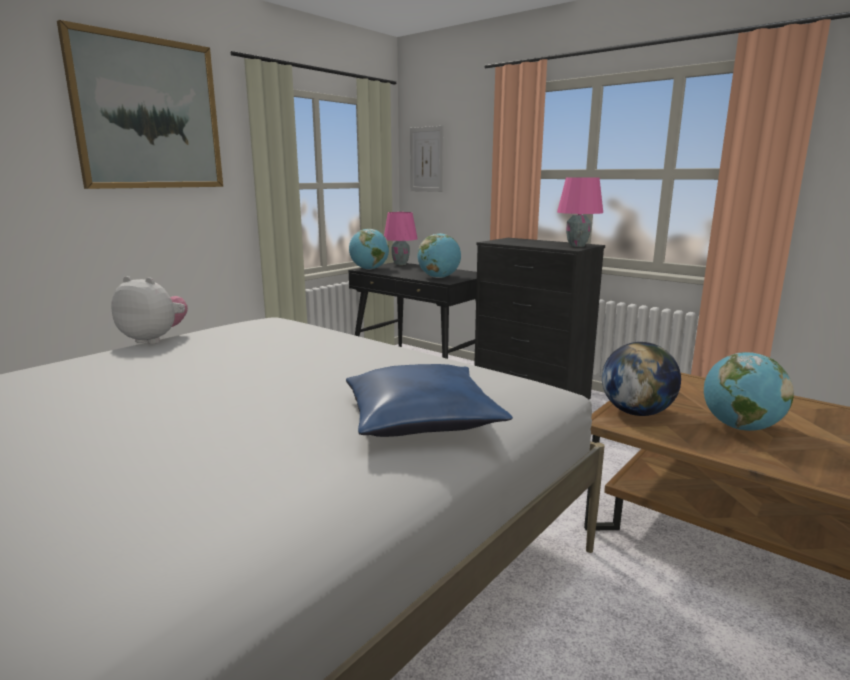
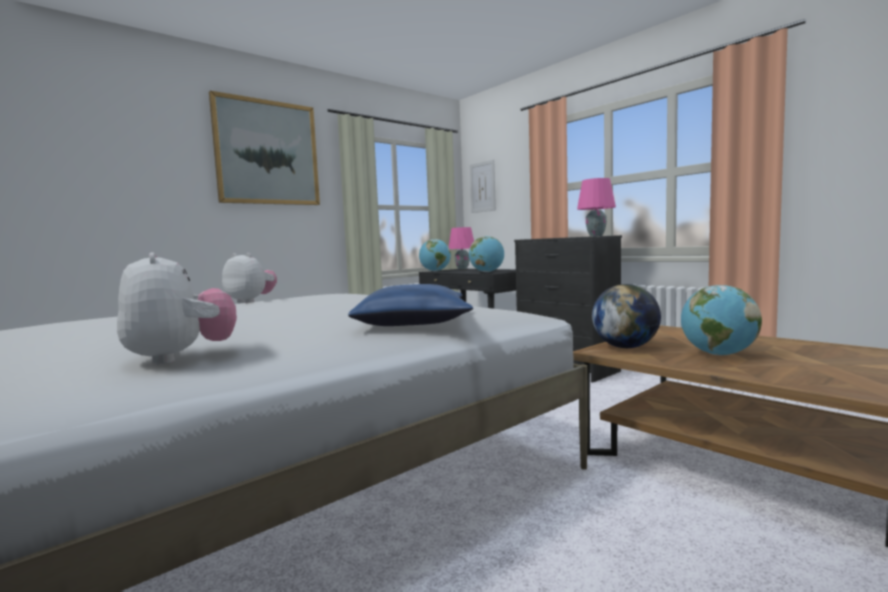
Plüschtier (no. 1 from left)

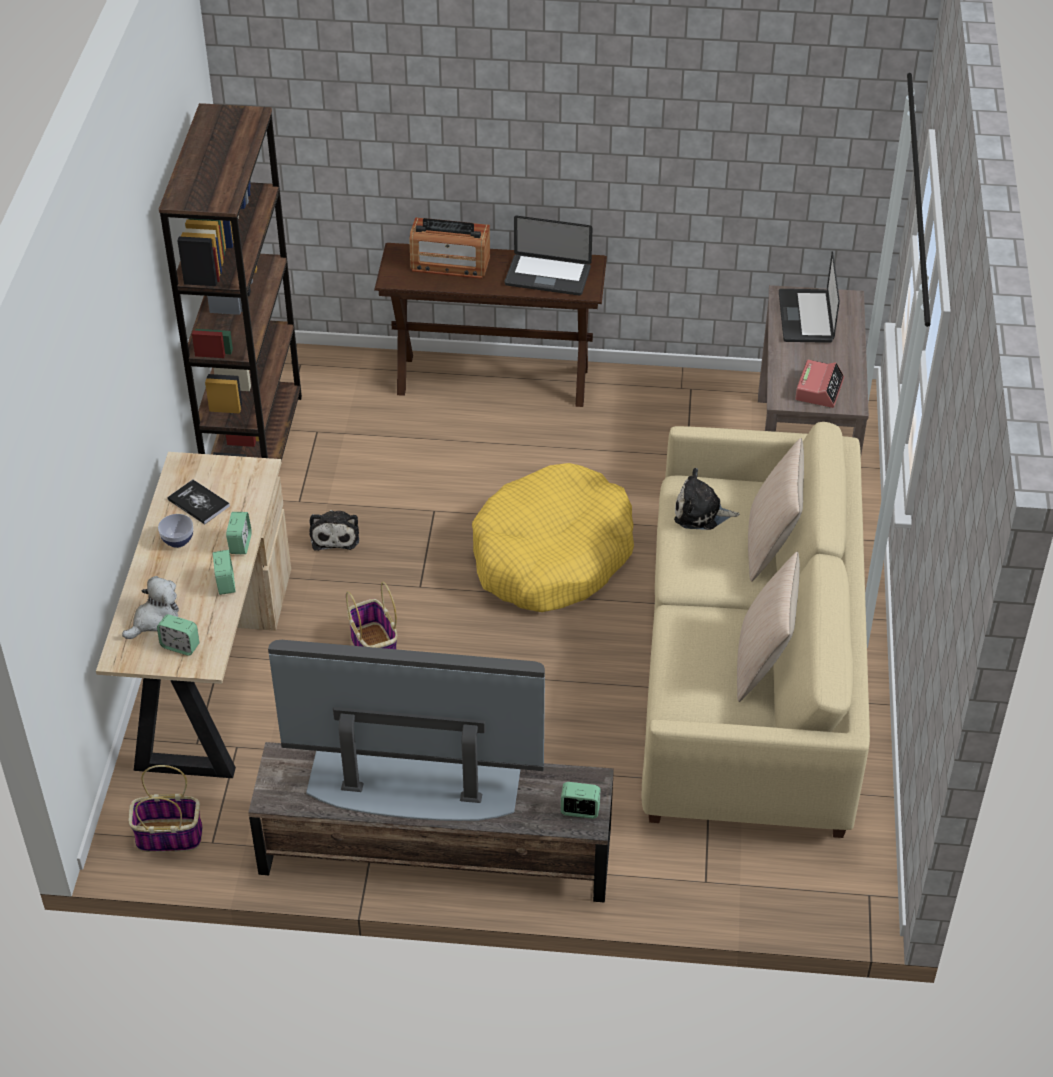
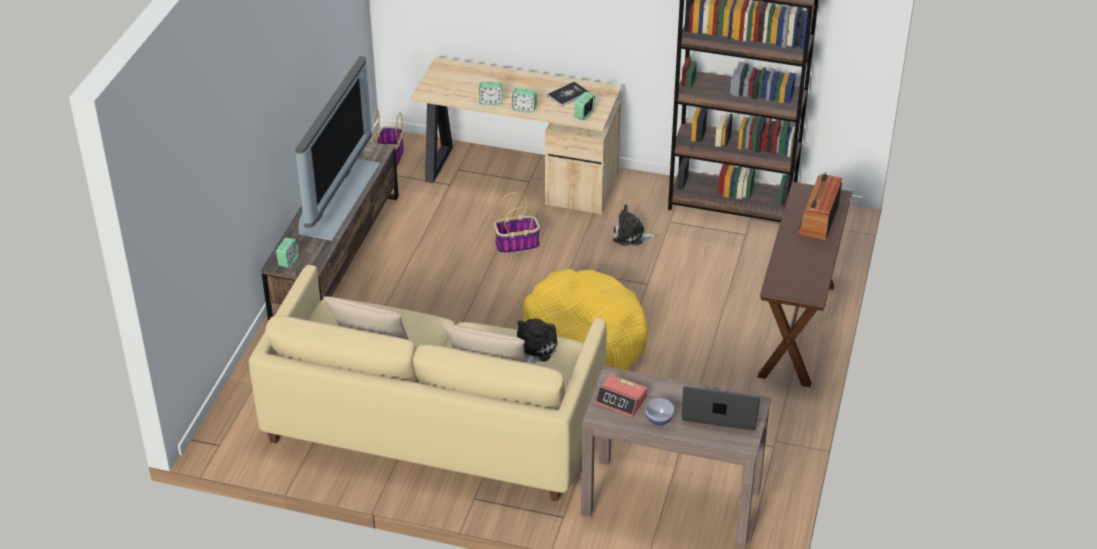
Wecker (no. 4 from left)
Schüssel
Plüschtier (no. 1 from left in the first image)
Laptop (no. 1 from left in the first image)

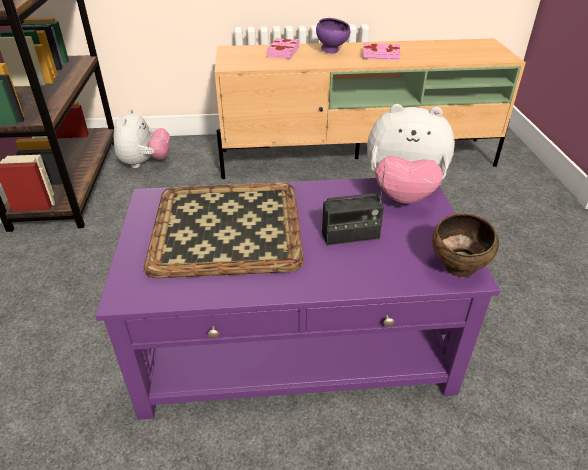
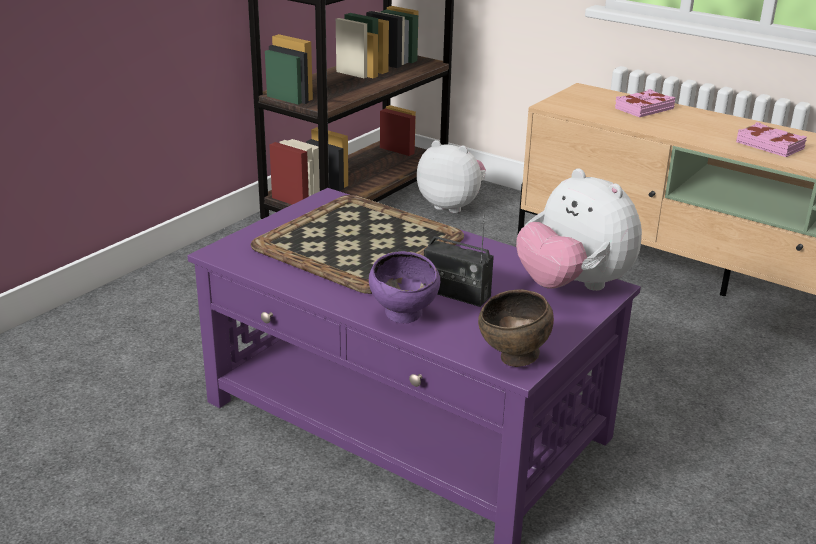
Schüssel (lila)
Plüschtier (no. 1 from left)

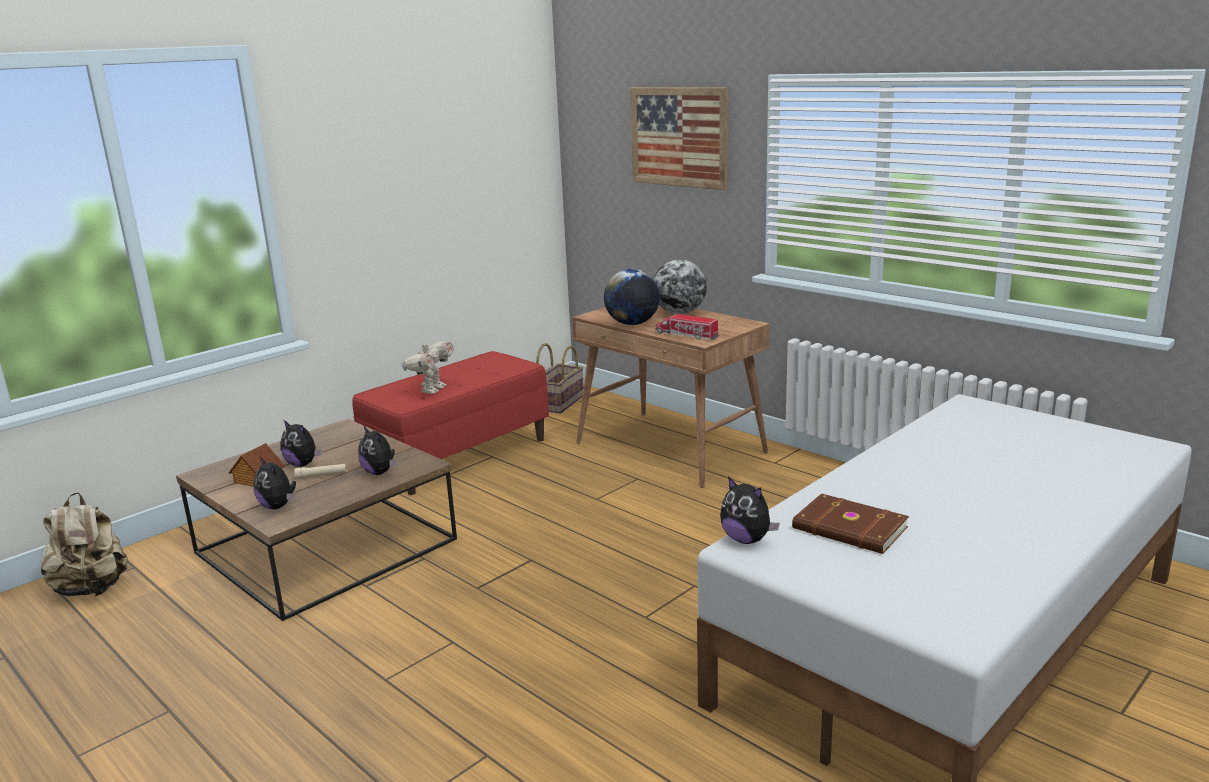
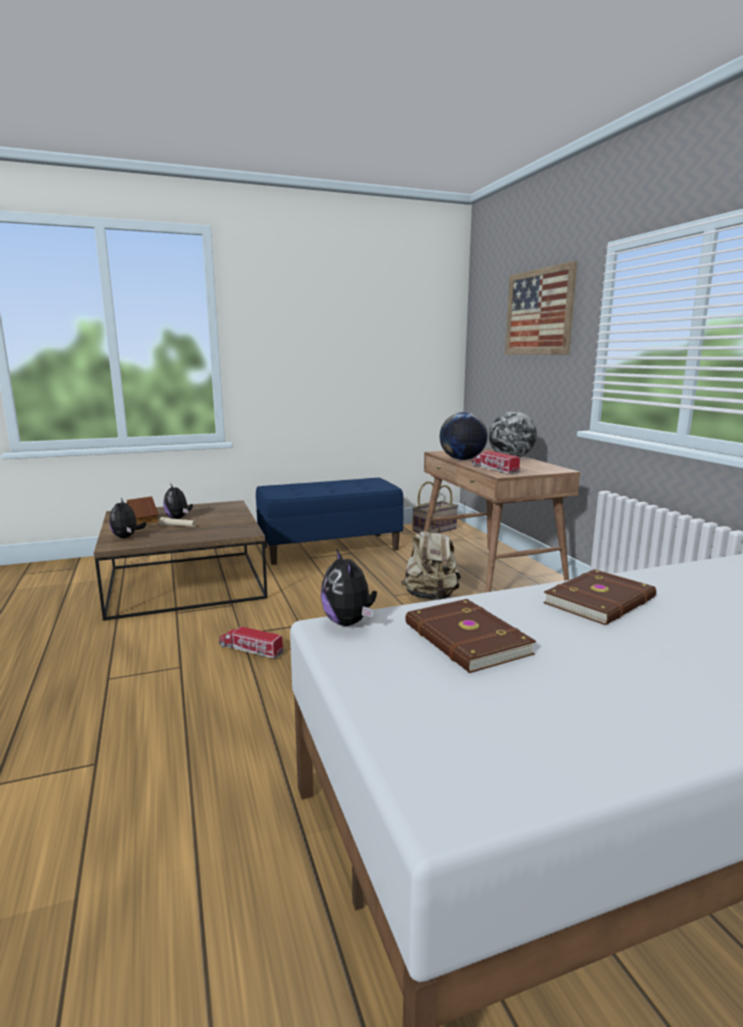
Spielzeuglaster (no. 1 from left)
Bank (blau)
Rucksack (beige)
Buch (braun) (no. 2 from left)
Plüschtier (no. 3 from left in the first image)
Spielzeugroboter

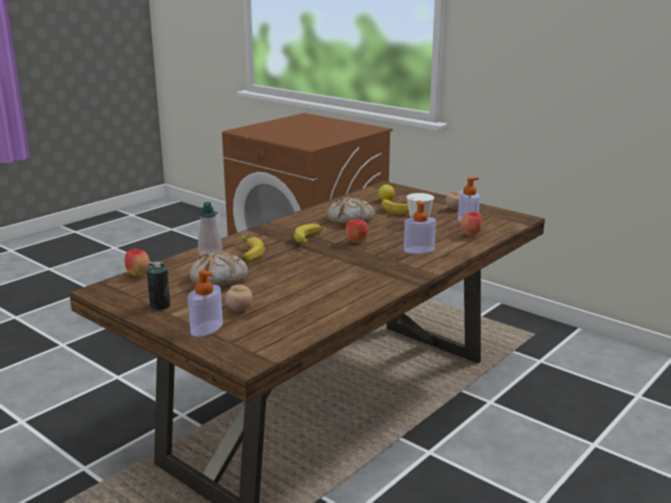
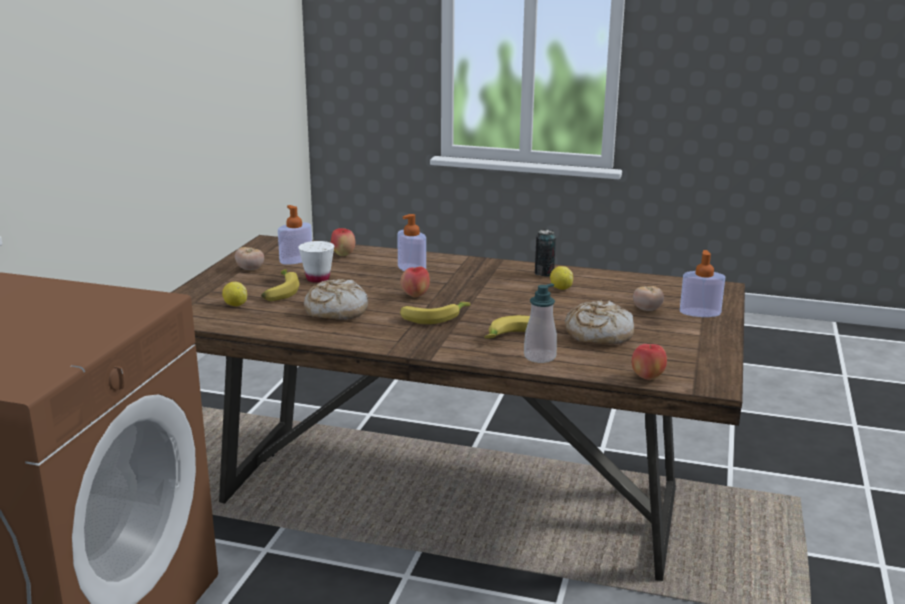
Dose
Zitrone (no. 2 from left)

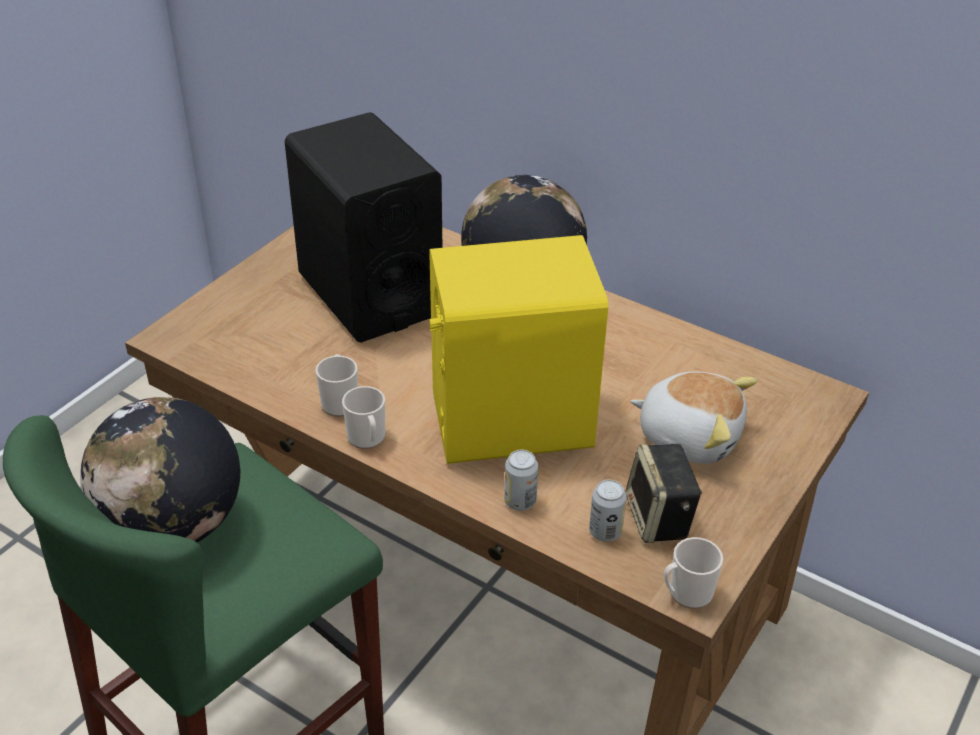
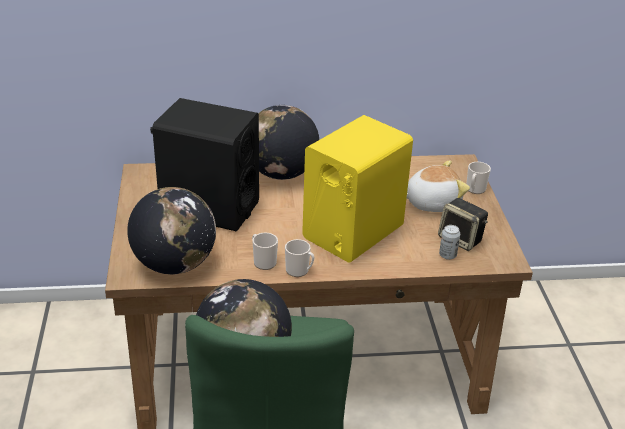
Globus (no. 1 from left)
Henkelbecher (no. 3 from left)
Dose (no. 1 from left in the first image)

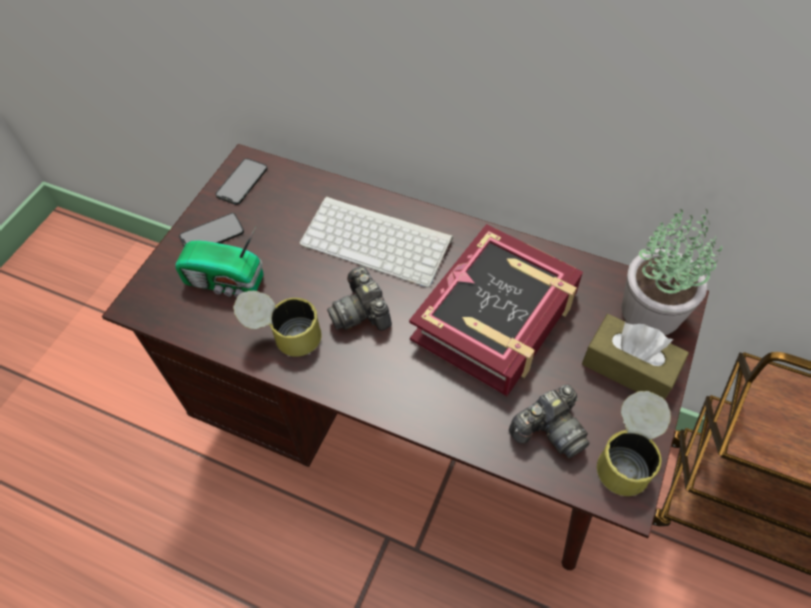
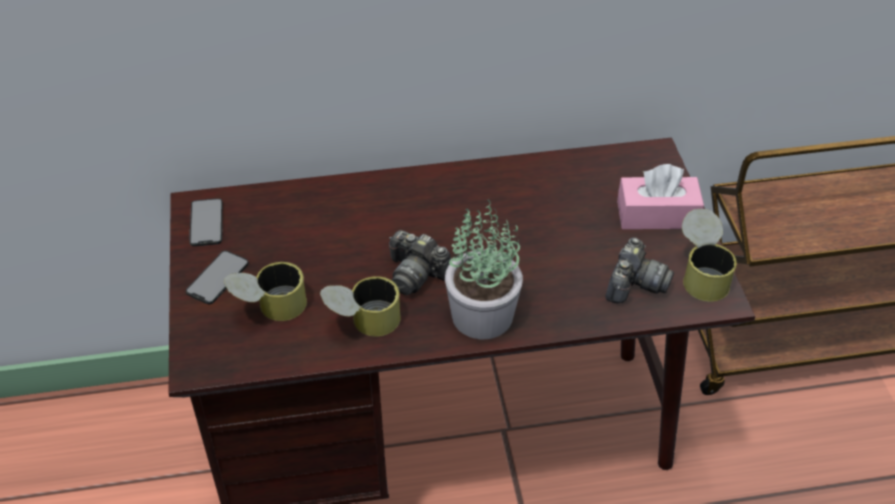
Dose (no. 1 from left)
Topfpflanze
Taschentuchbox (rosa)
Tastatur
Buch

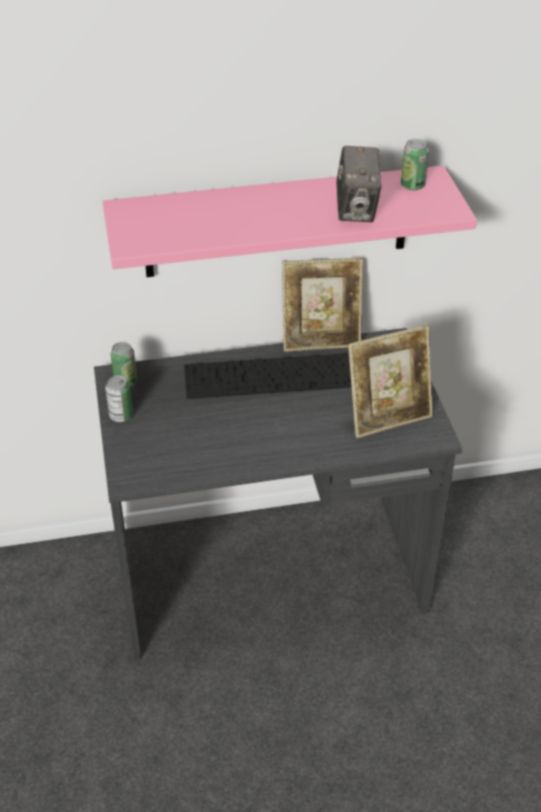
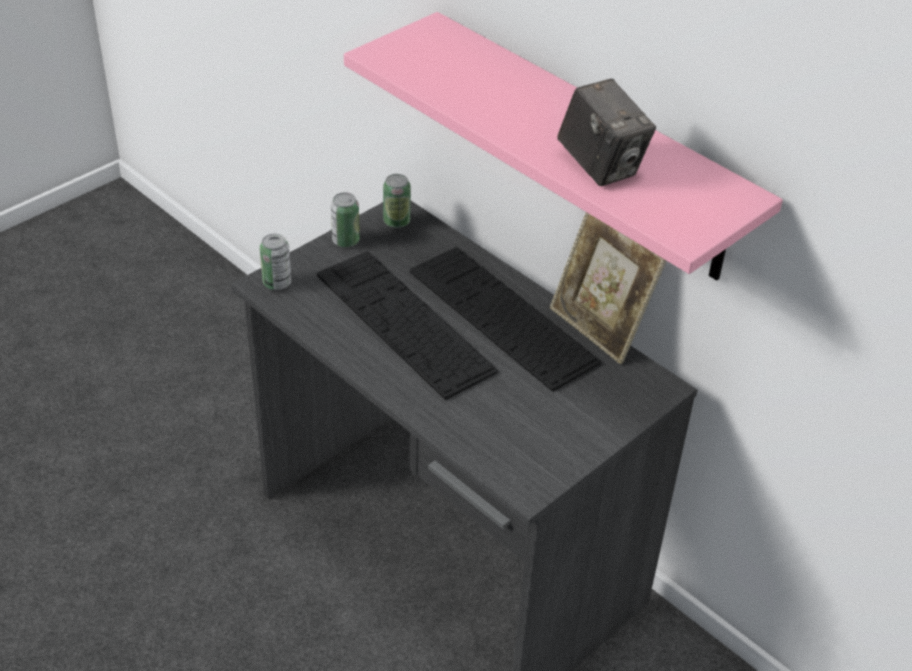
Dose (no. 1 from left)
Tastatur (no. 1 from left)
Kamera
Bilderrahmen (no. 2 from left in the first image)

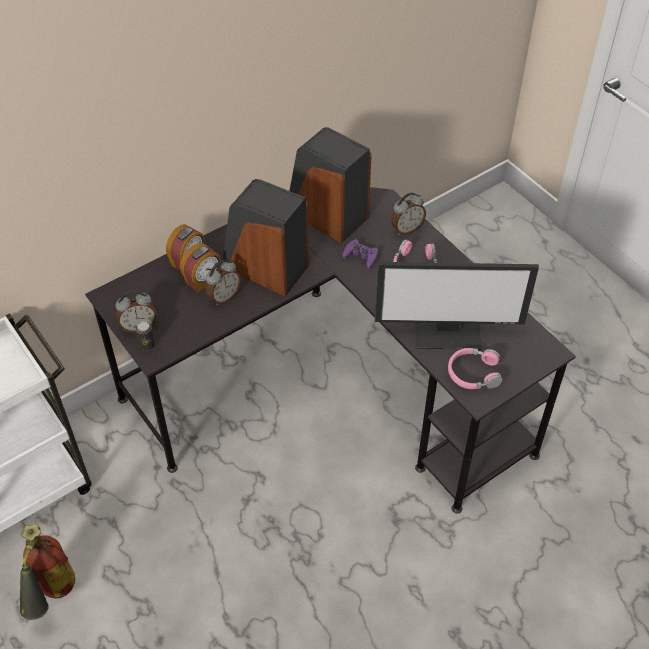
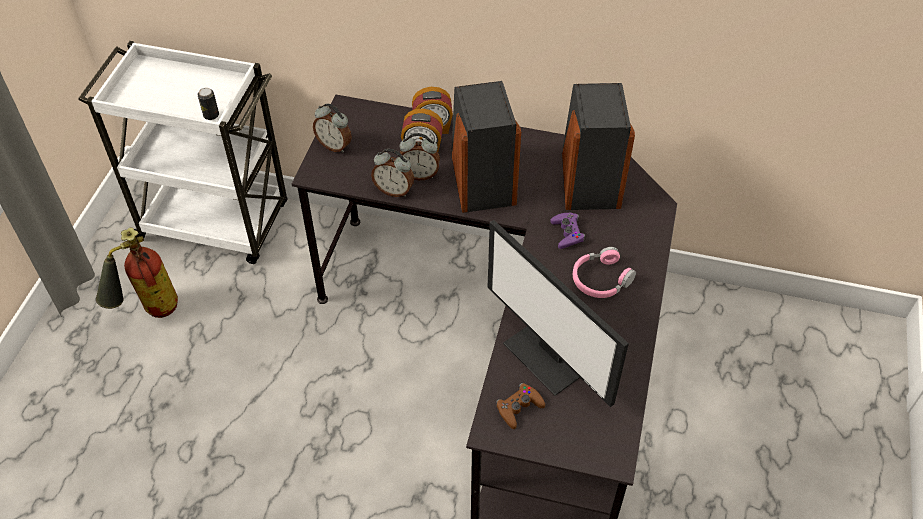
Dose
Wecker (no. 2 from left)
Gamepad (braun)

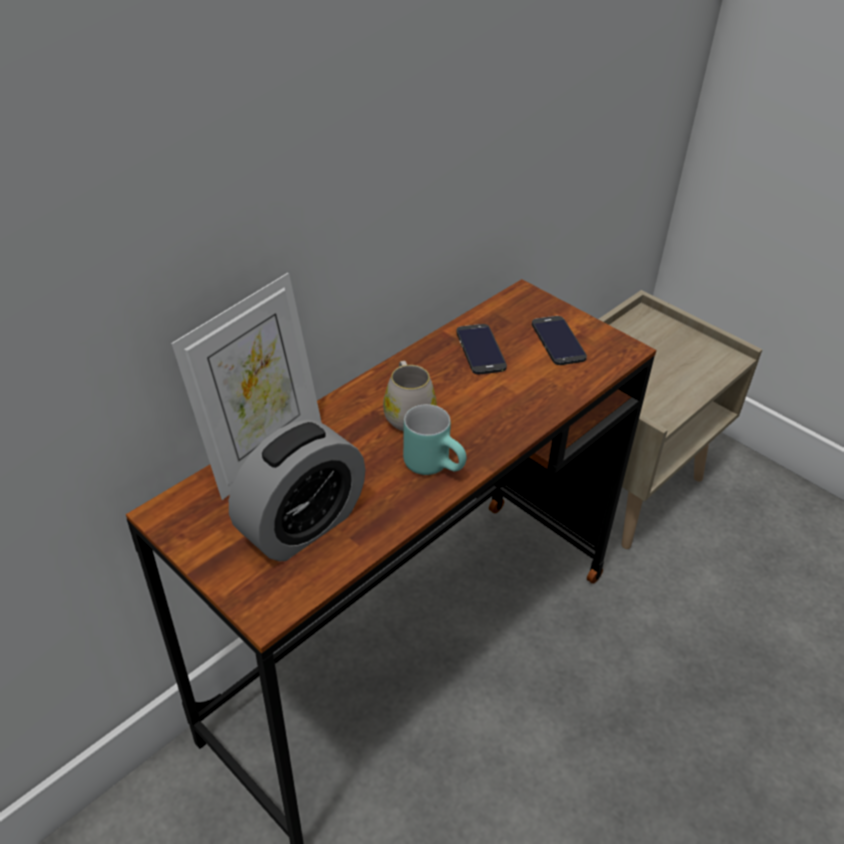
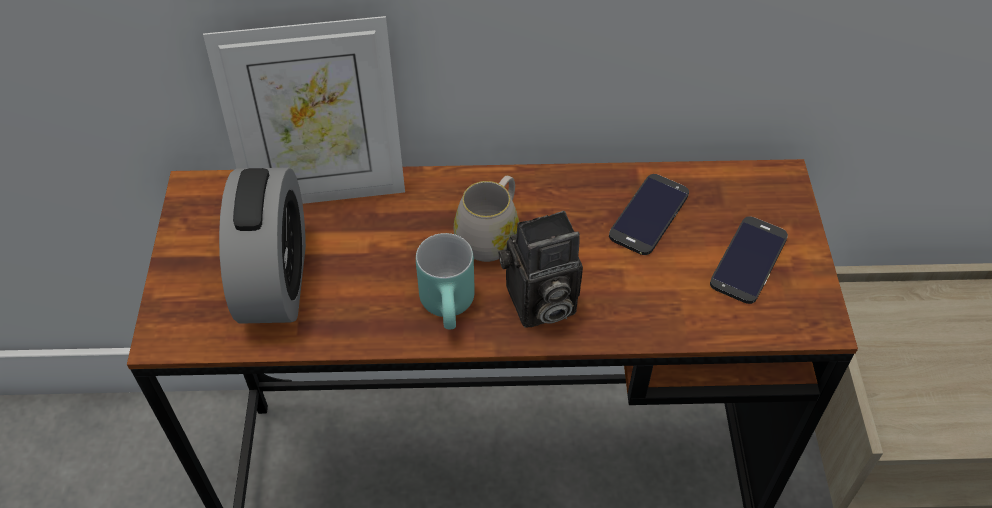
Wecker
Kamera

